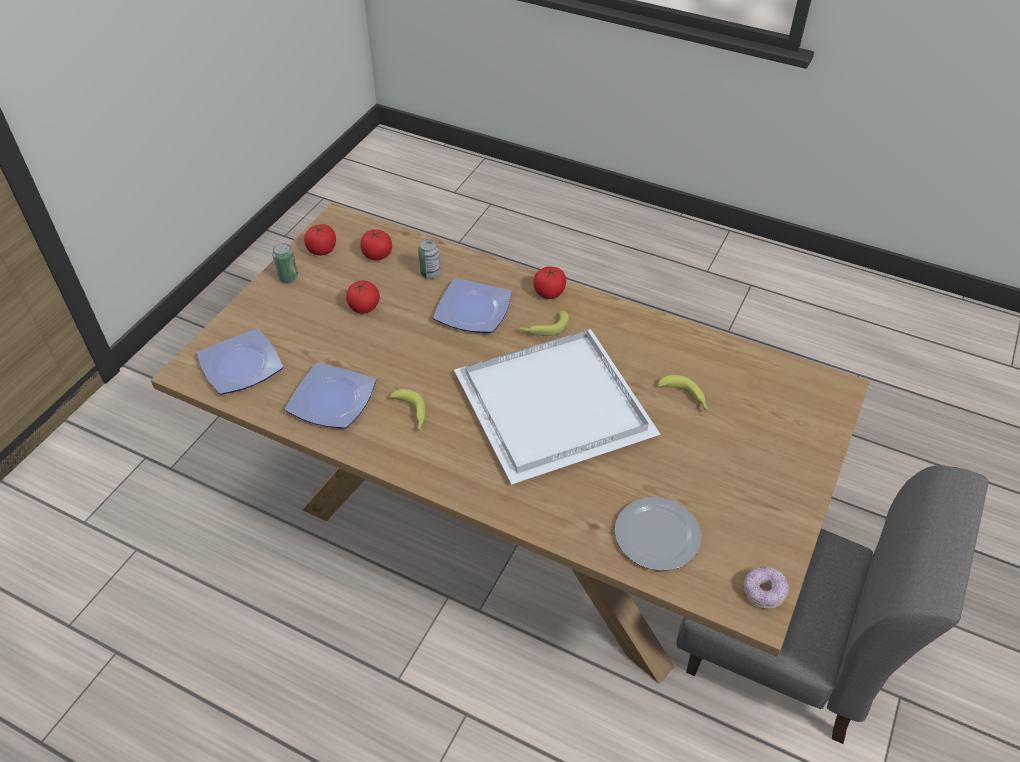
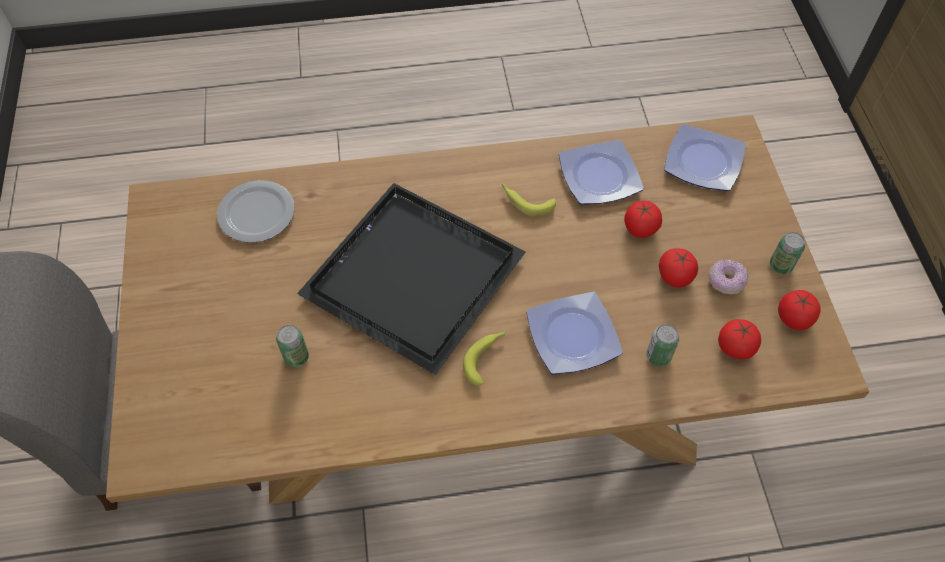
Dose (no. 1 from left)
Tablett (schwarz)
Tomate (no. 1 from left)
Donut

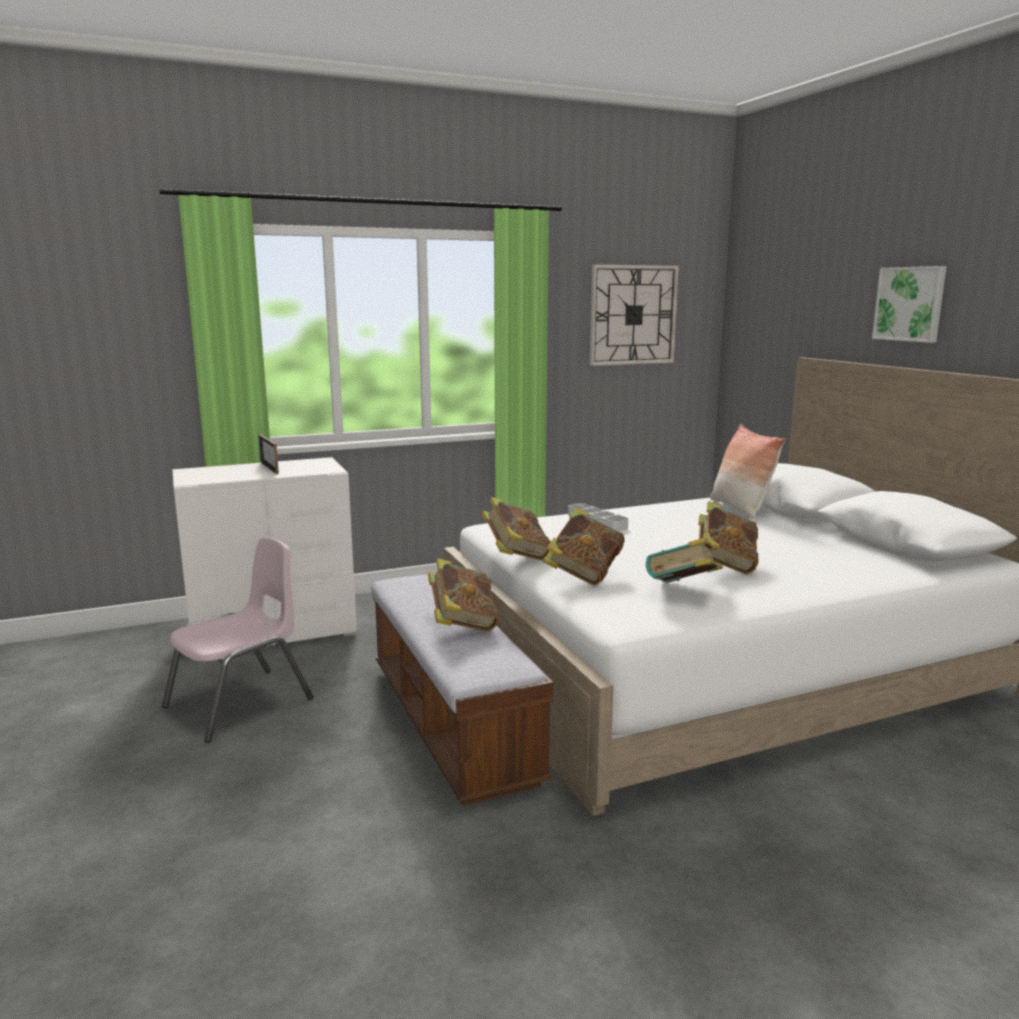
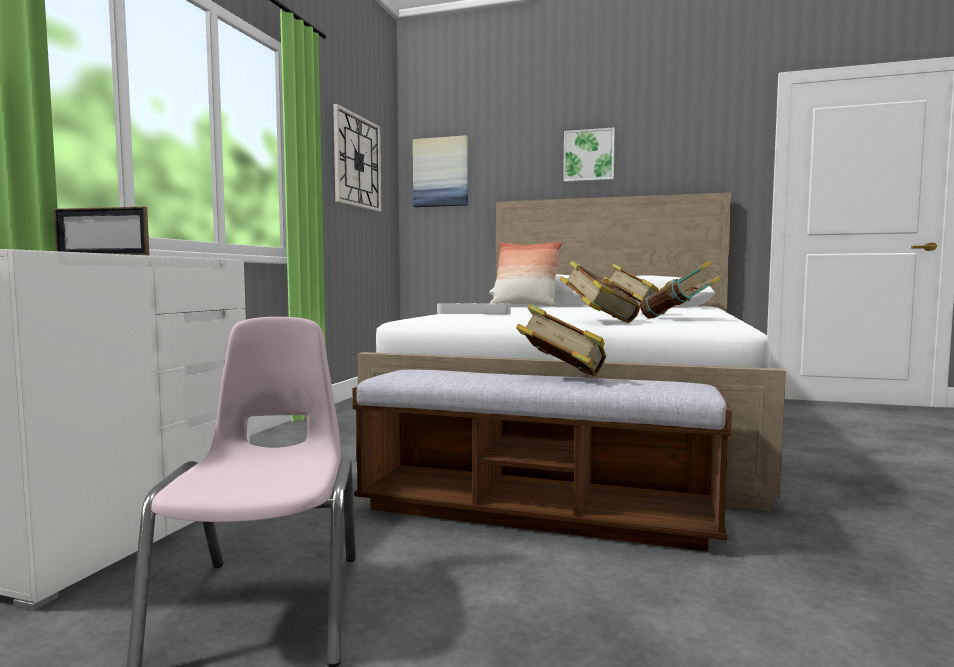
Bild (no. 1 from left)
Buch (no. 2 from left in the first image)

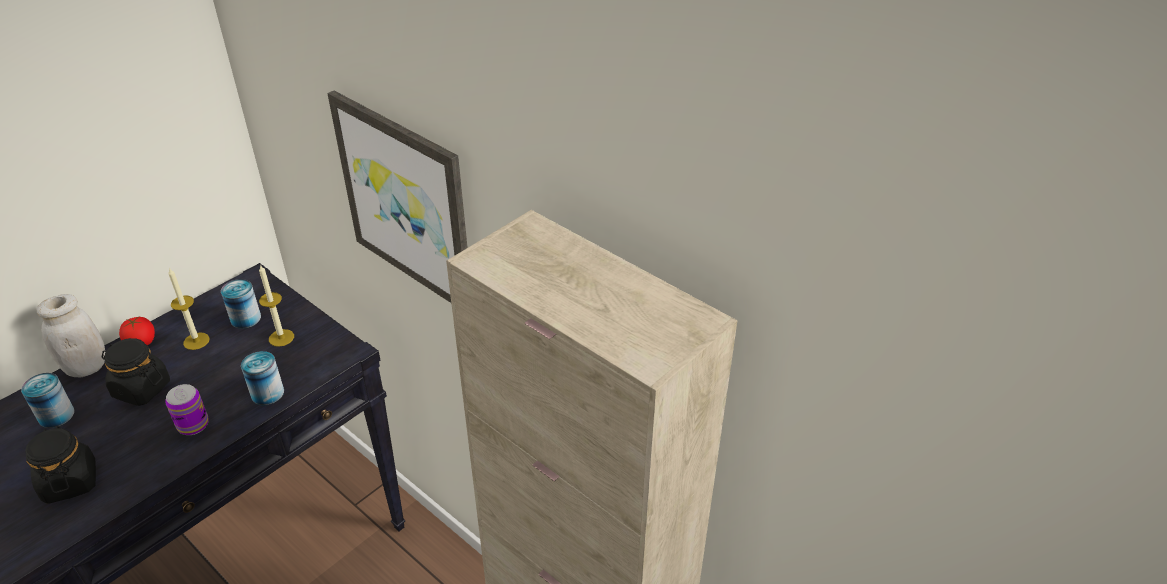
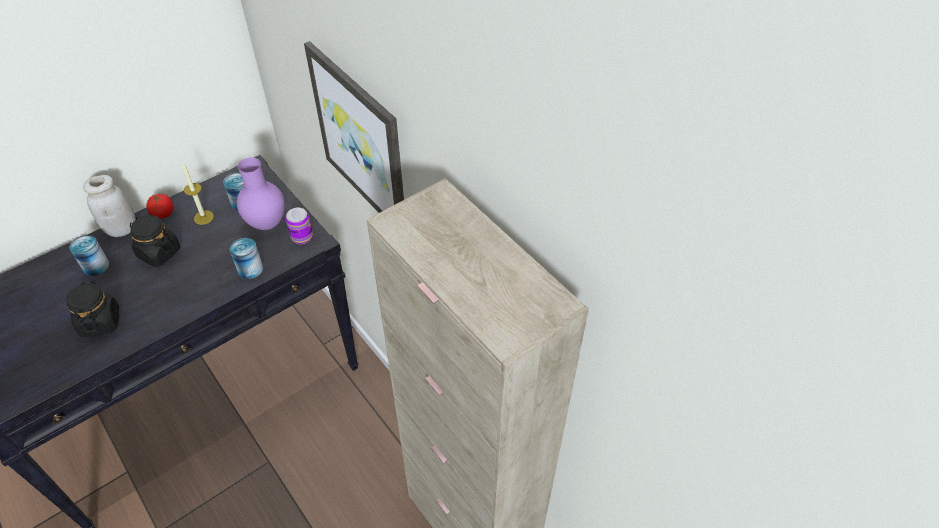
Vase (lila)
Dose (no. 4 from left)

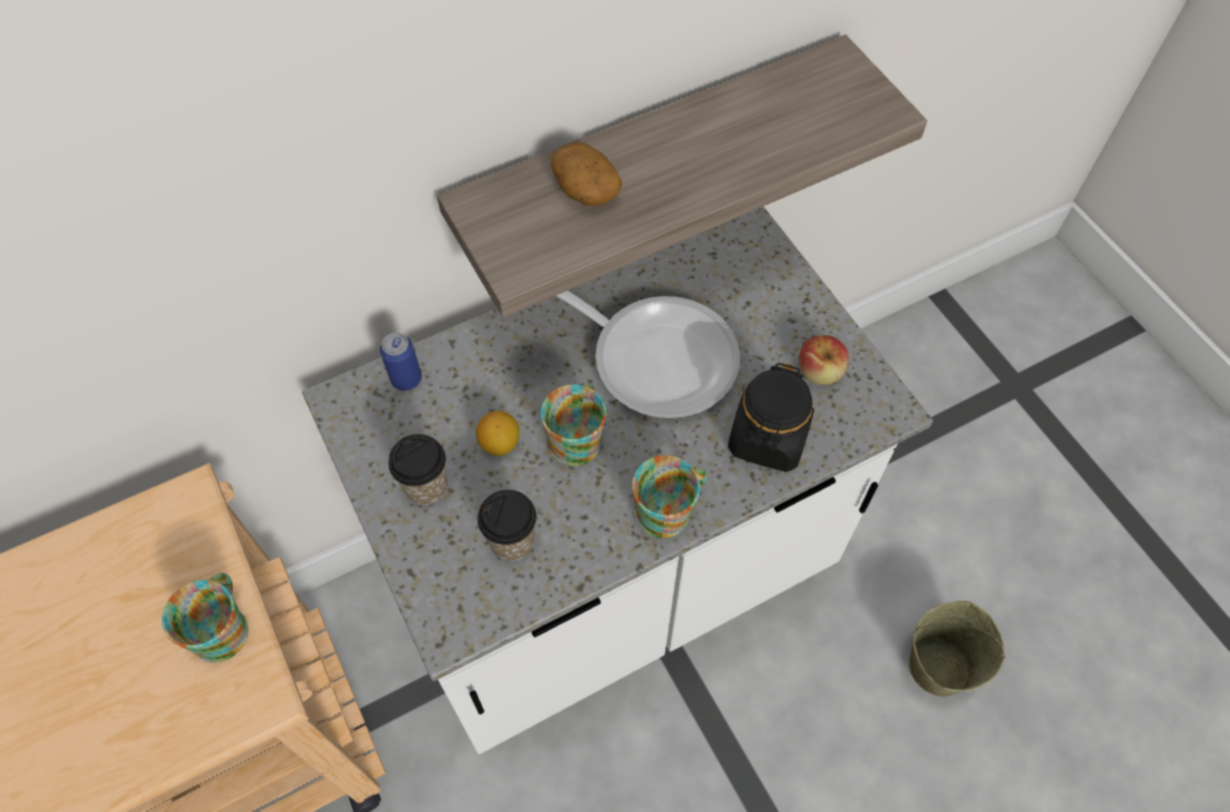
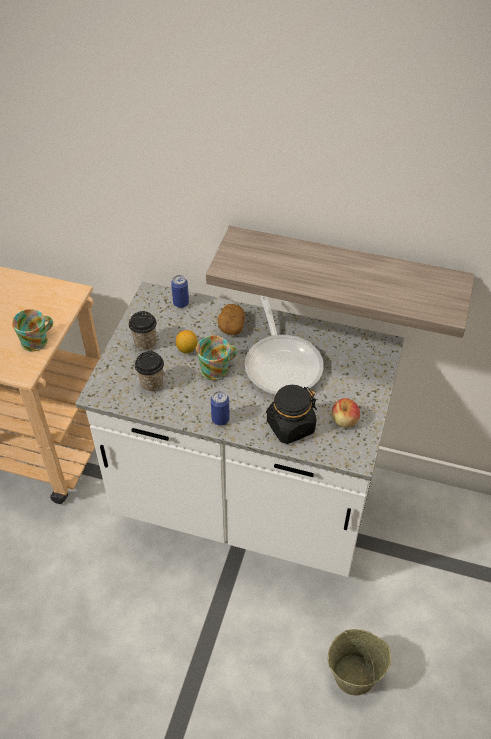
Dose (no. 2 from left)
Kartoffel

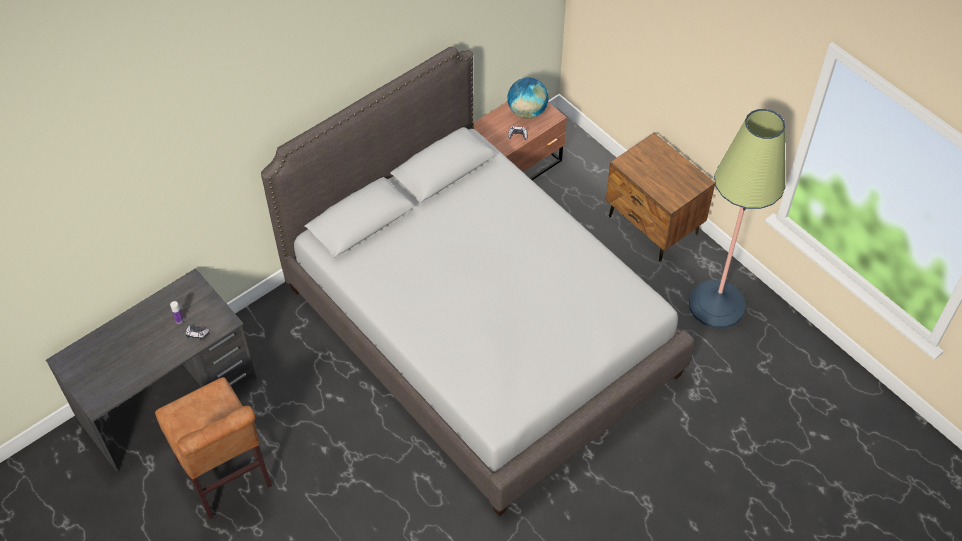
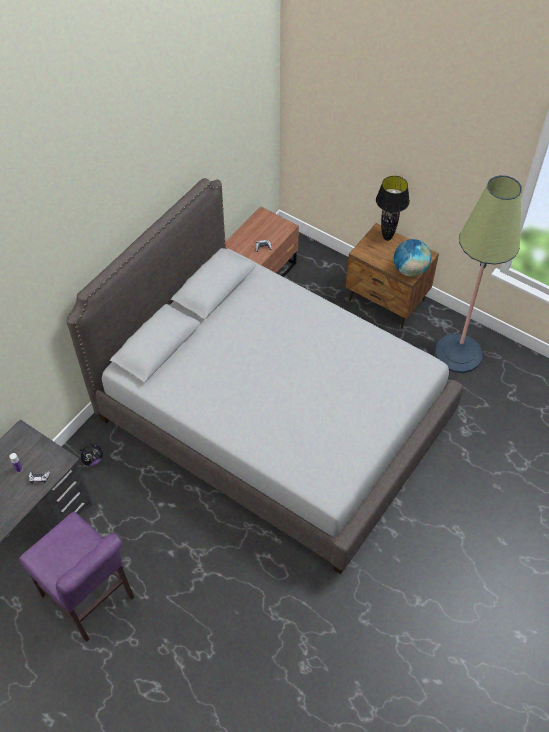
Stuhl (lila)
Plüschtier
Tischlampe (schwarz)
Globus

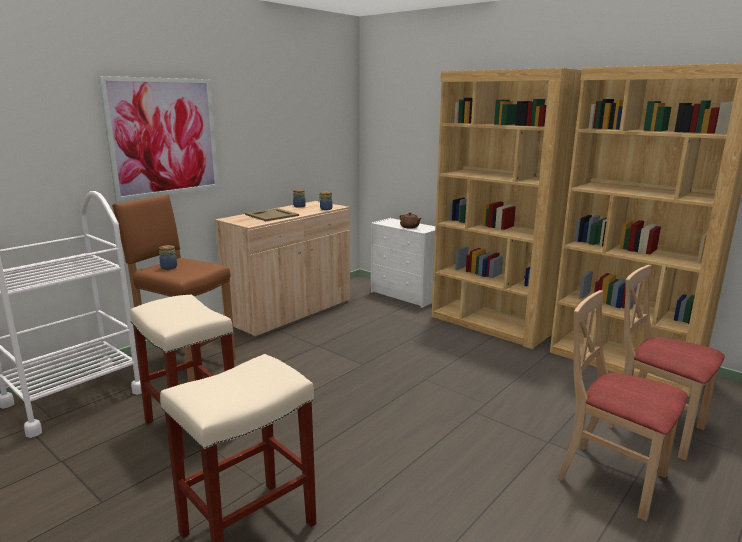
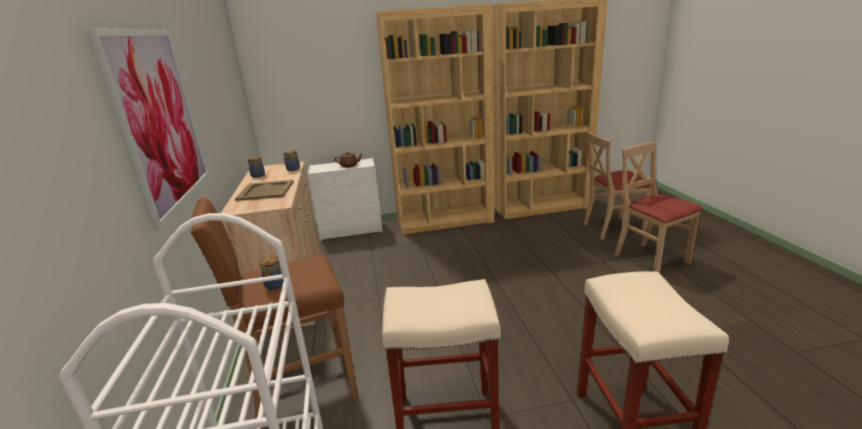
Stuhl (beige) (no. 2 from left)

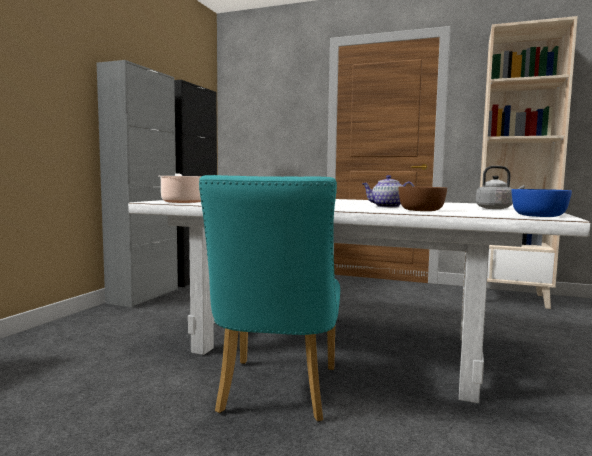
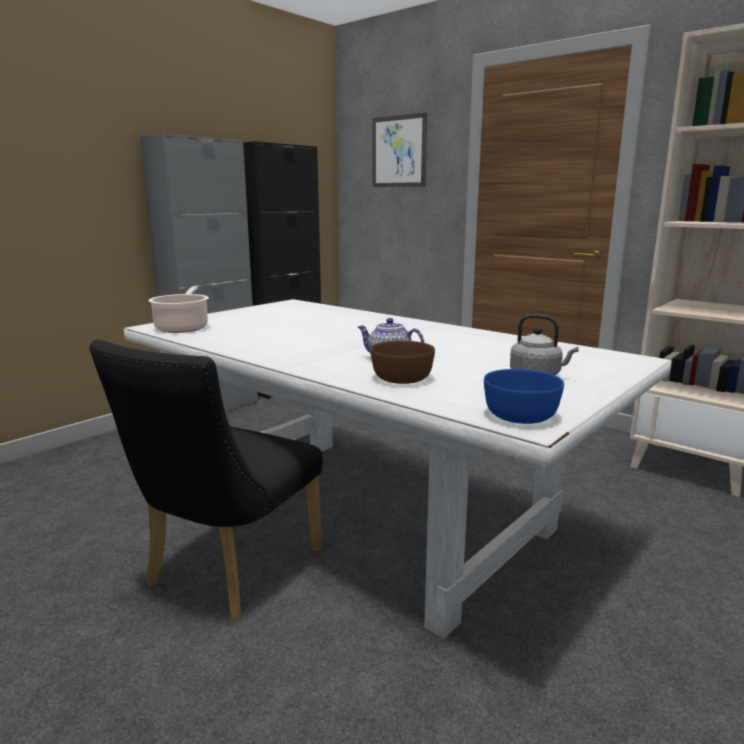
Stuhl (schwarz)
Bild

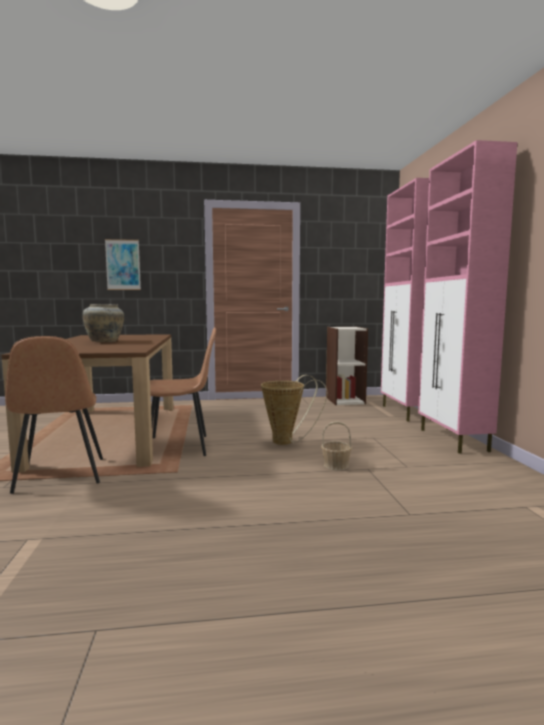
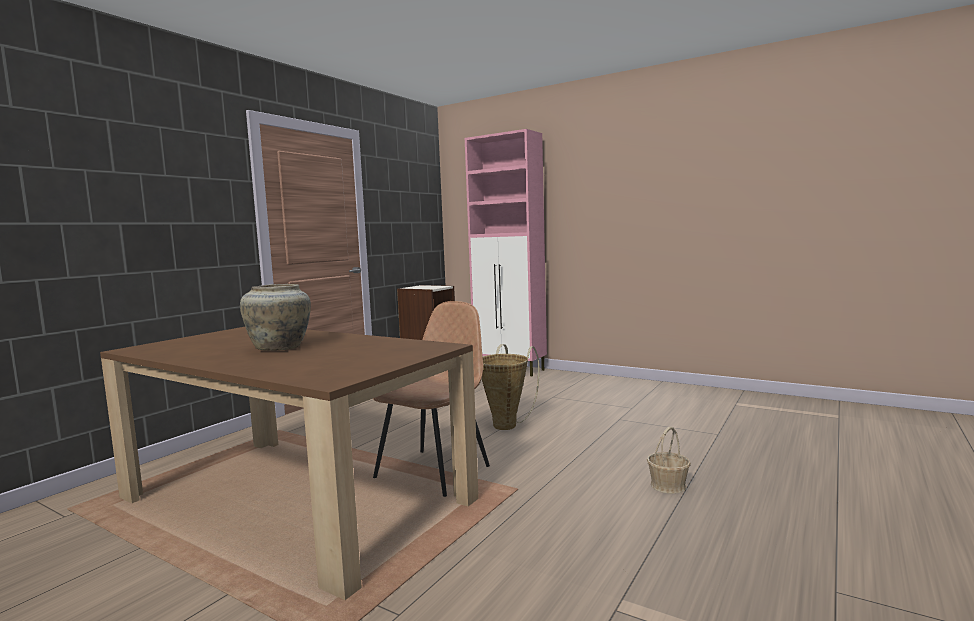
Korb (no. 2 from left)
Stuhl (braun) (no. 1 from left in the first image)
Bild
Schrank (rosa) (no. 2 from left in the first image)

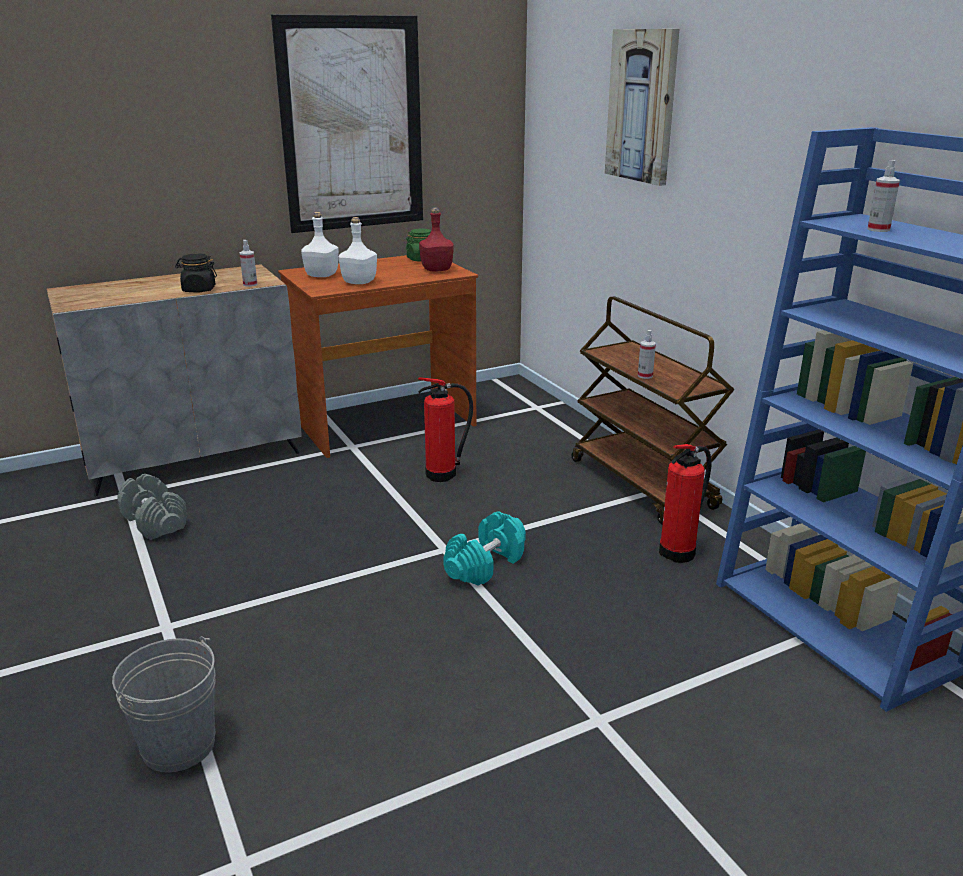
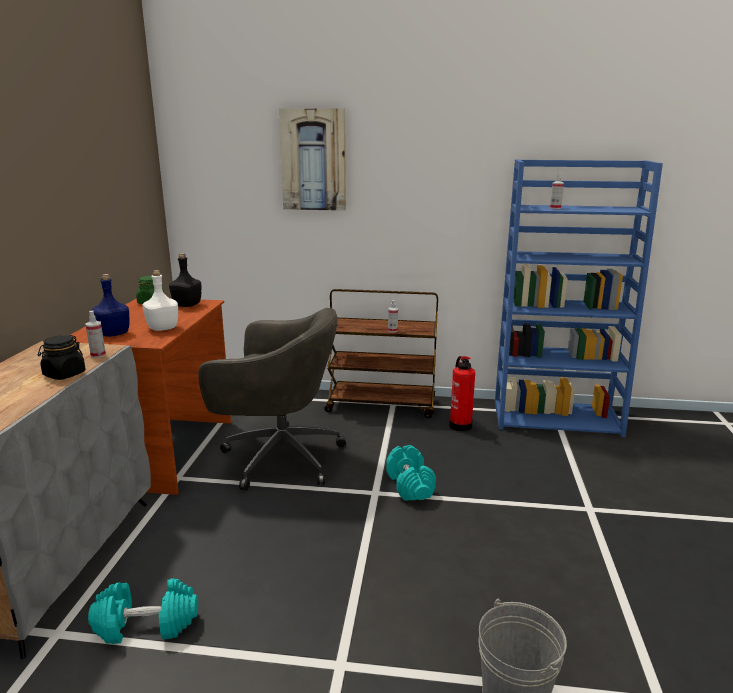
Hantel (türkis) (no. 1 from left)
Flasche (blau)
Flasche (schwarz)
Bürostuhl (grau)
Bild (no. 1 from left in the first image)

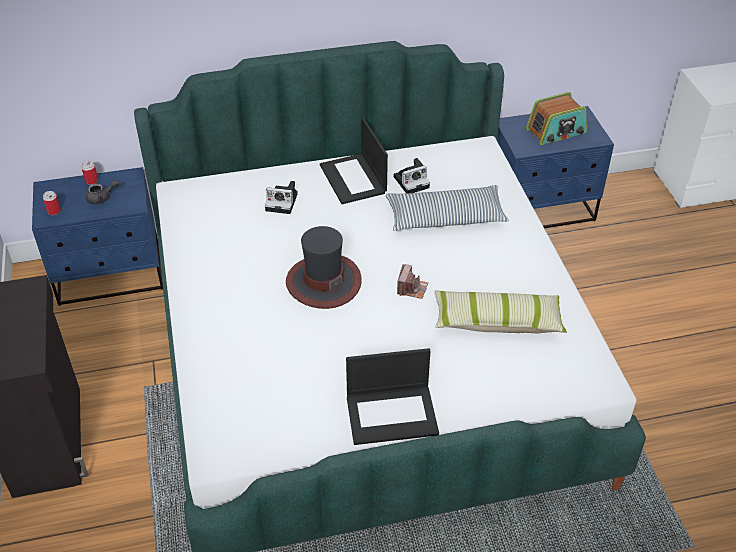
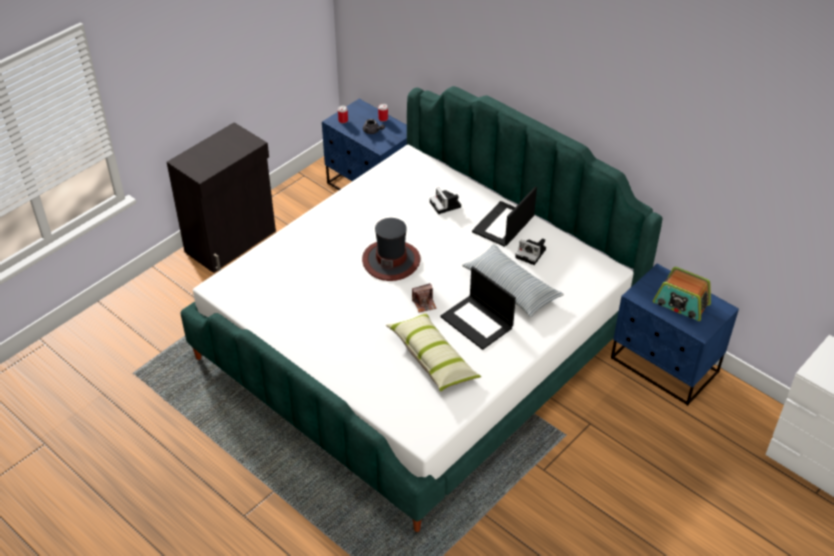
Laptop (no. 1 from left)

